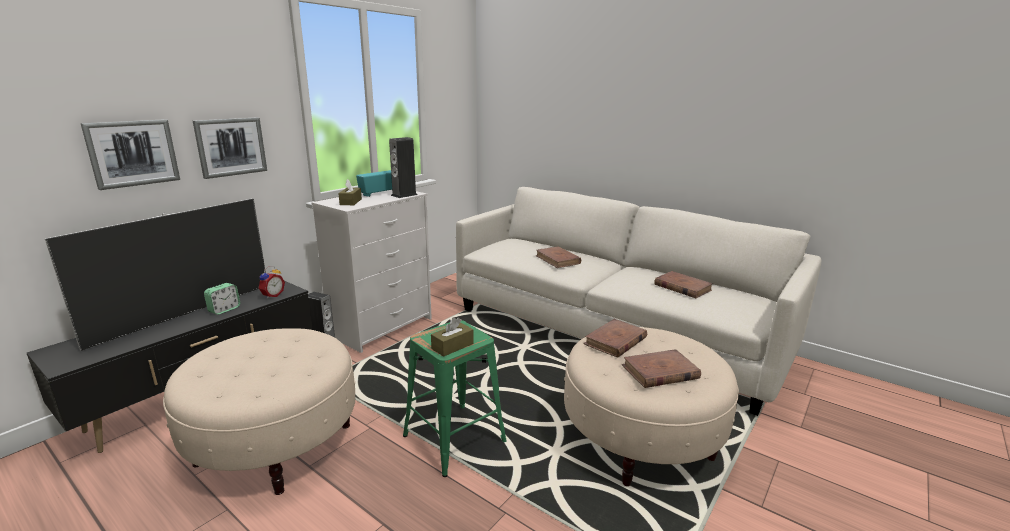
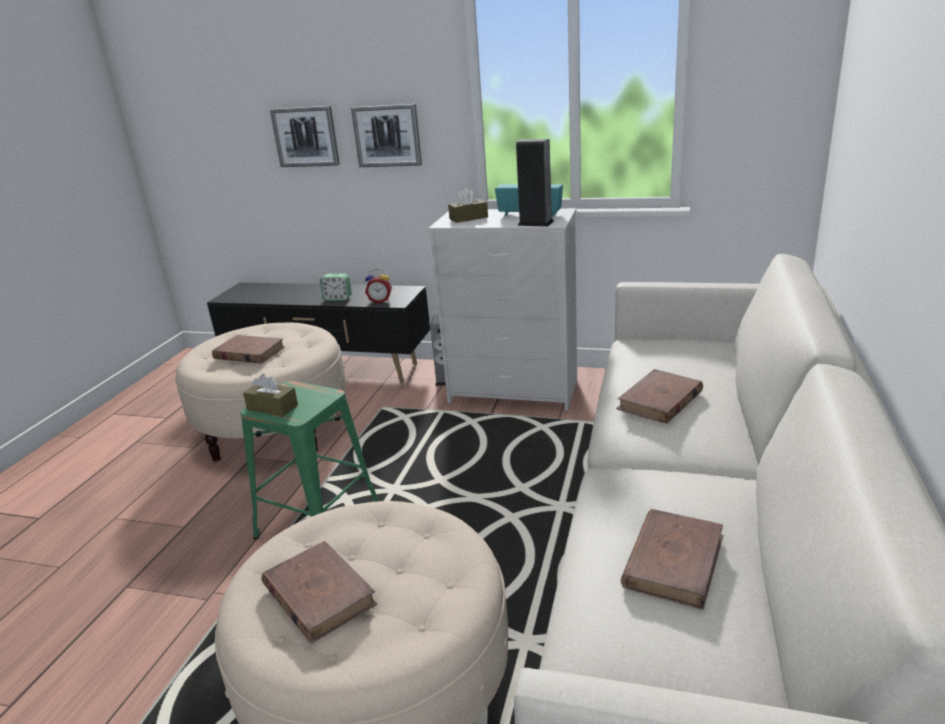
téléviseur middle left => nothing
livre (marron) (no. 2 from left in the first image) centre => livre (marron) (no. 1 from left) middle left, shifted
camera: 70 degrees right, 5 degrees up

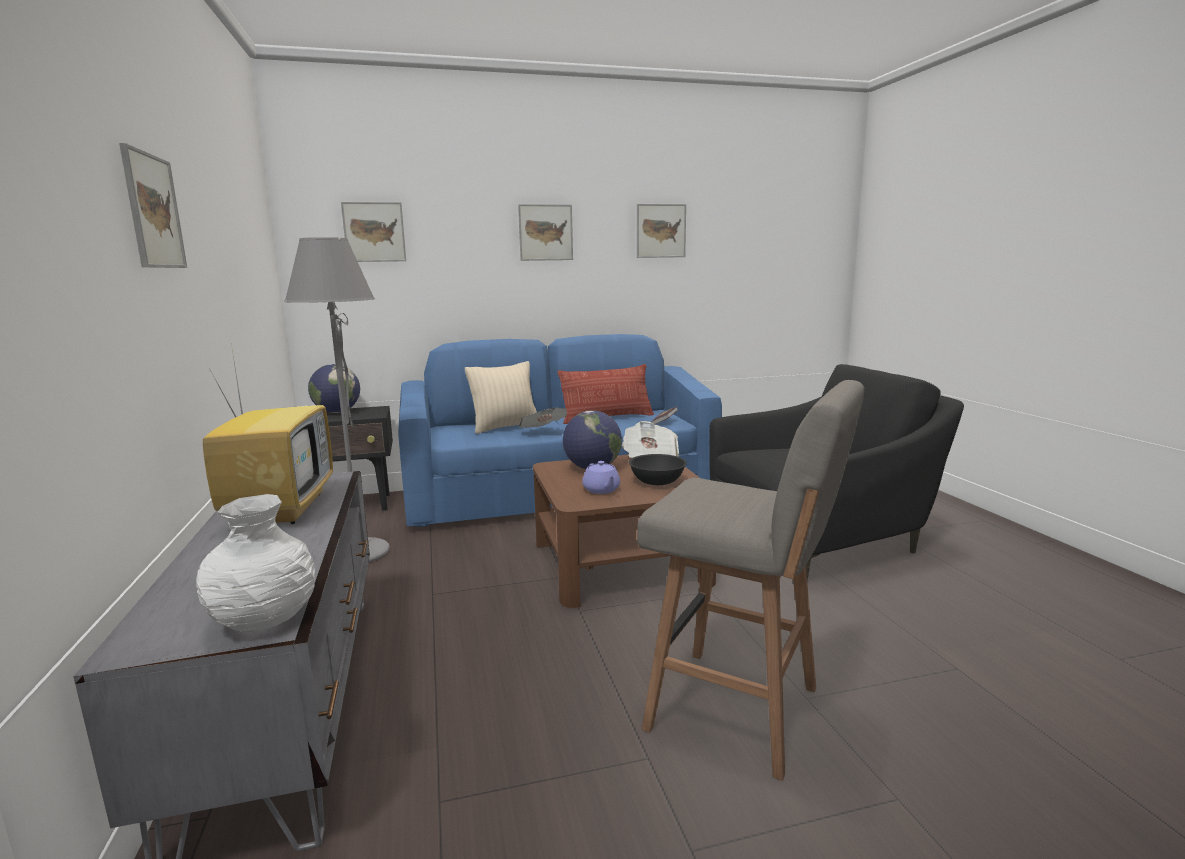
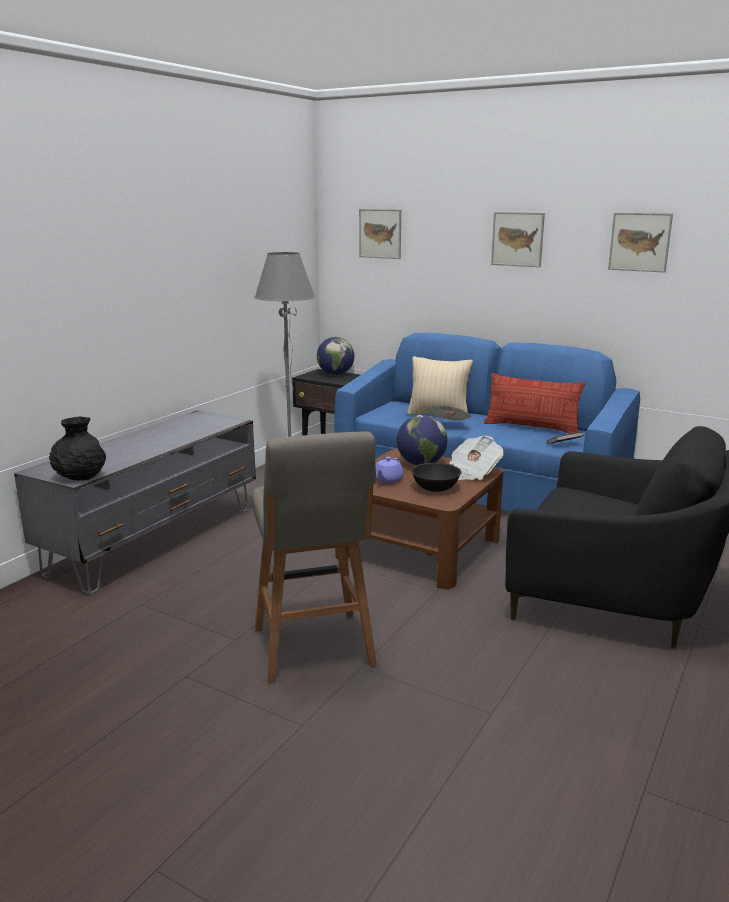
tableau (no. 1 from left) top left => nothing
téléviseur middle left => nothing
vase (blanc) middle left => vase (noir) middle left
camera: 45 degrees right, 5 degrees up

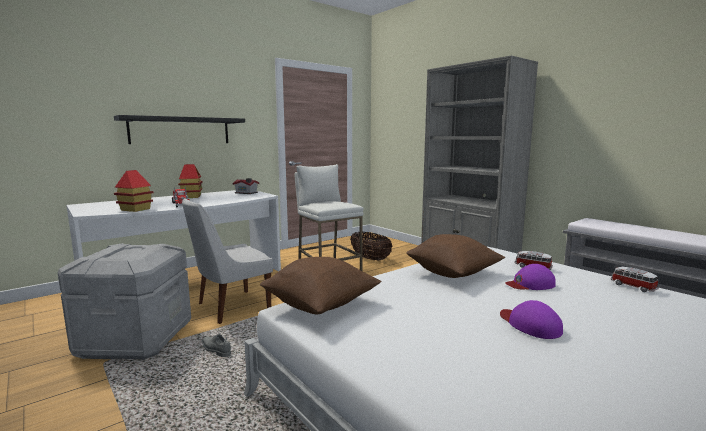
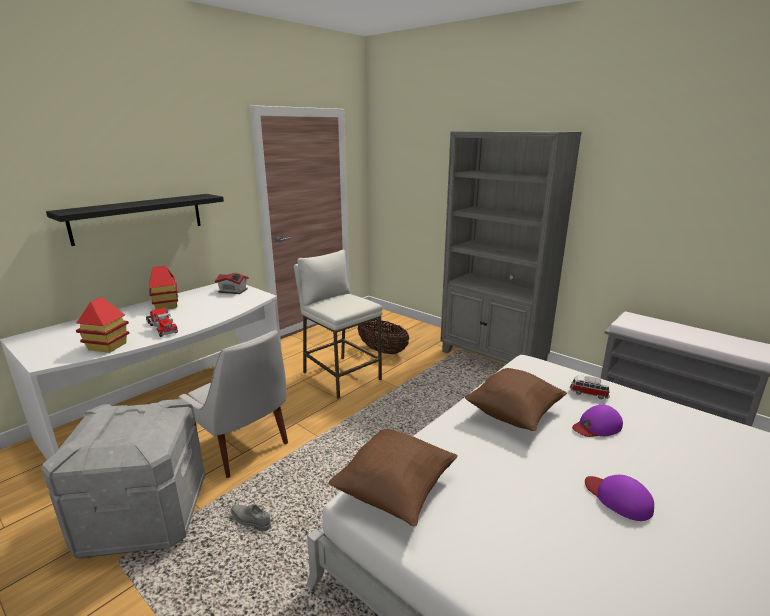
petite voiture (no. 2 from left) middle right => nothing
chaise (blanc) middle left, 90 degrees counterclockwise
camera: 10 degrees left, 10 degrees up

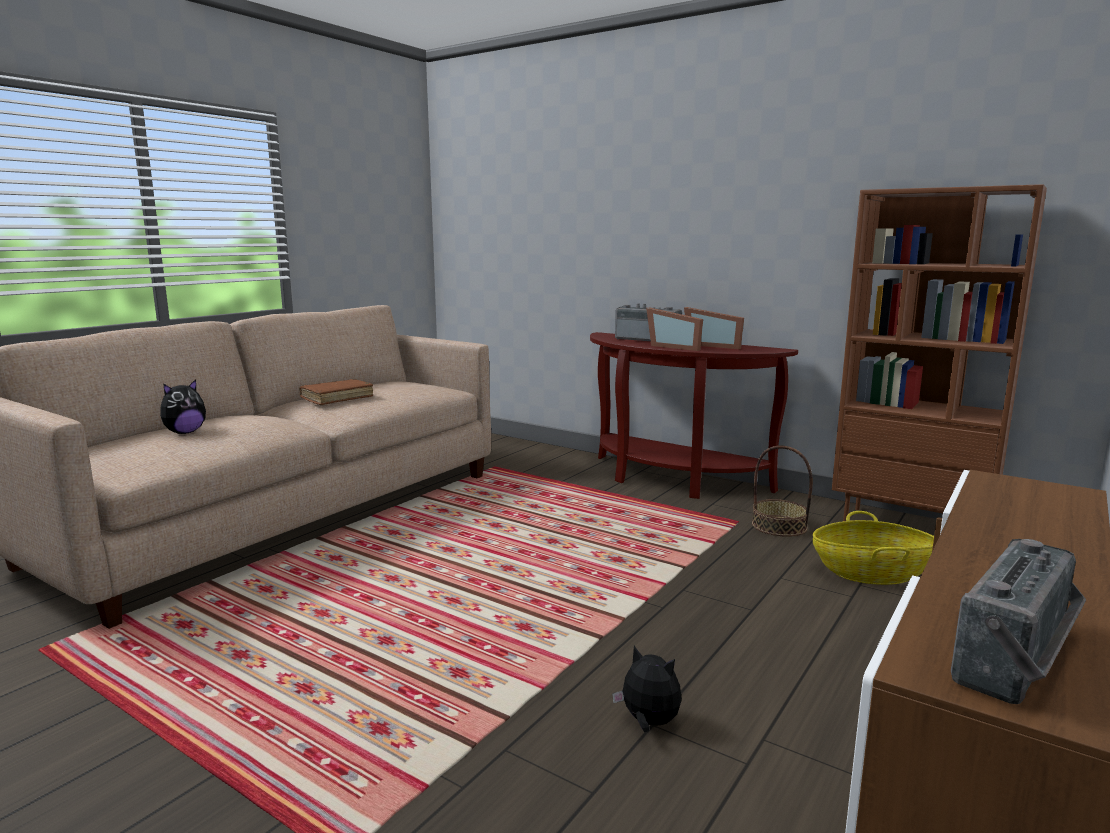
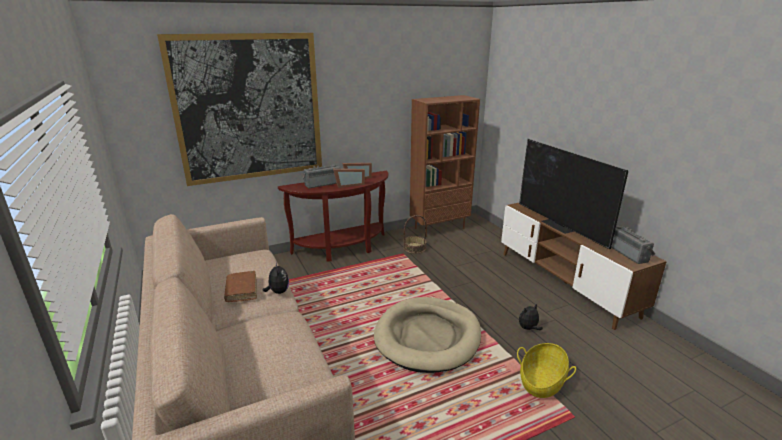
nothing => tableau top left
nothing => panier pour chien (beige) bottom centre
nothing => téléviseur middle right
peluche (no. 1 from left) middle left => peluche (no. 1 from left) centre, shifted
panier (no. 2 from left) middle right => panier (no. 2 from left) bottom right, shifted
camera: 60 degrees left, 10 degrees up

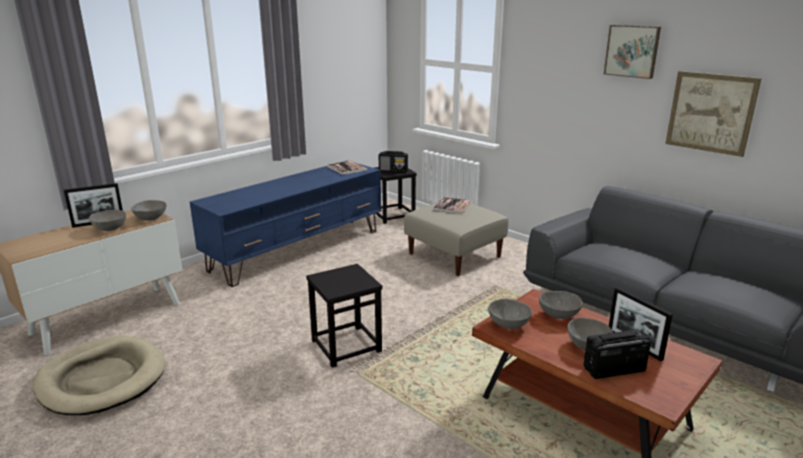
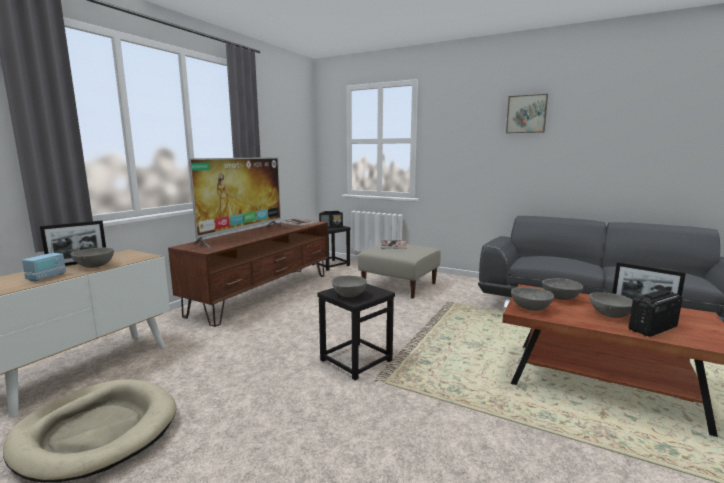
tableau (no. 2 from left) top right => nothing
nothing => radio (no. 1 from left) middle left
nothing => téléviseur middle left
bol (gris) (no. 2 from left) middle left => bol (gris) (no. 2 from left) centre, shifted
meuble télé (bleu) centre => meuble télé (marron) centre
camera: 15 degrees left, 10 degrees down

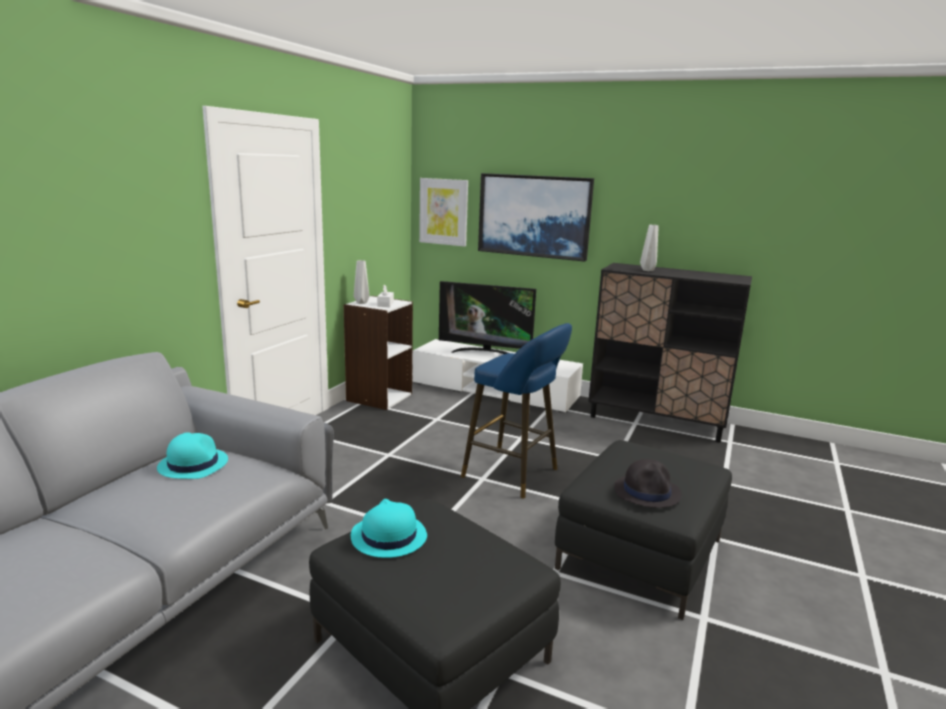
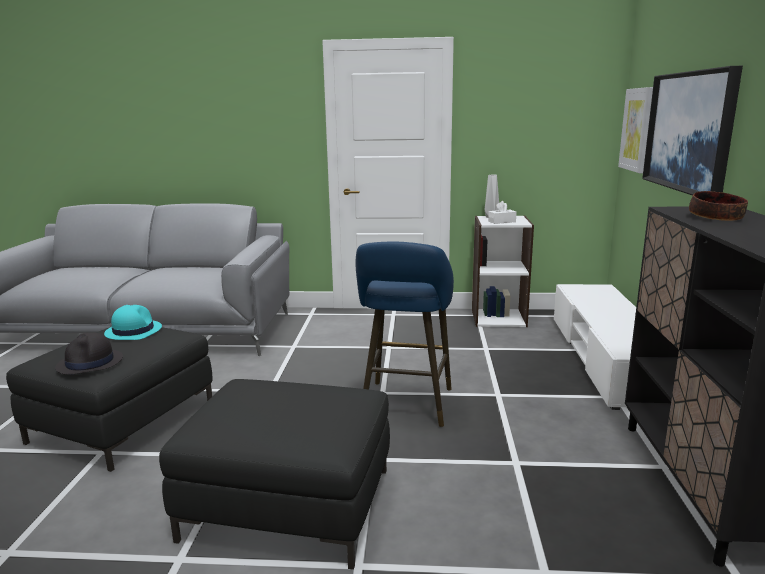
chapeau (turquoise) (no. 1 from left) middle left => nothing
téléviseur centre => nothing
chapeau (noir) bottom right => chapeau (noir) middle left, shifted
vase (gris) (no. 2 from left) middle right => bol middle right
camera: 70 degrees right, 0 degrees up

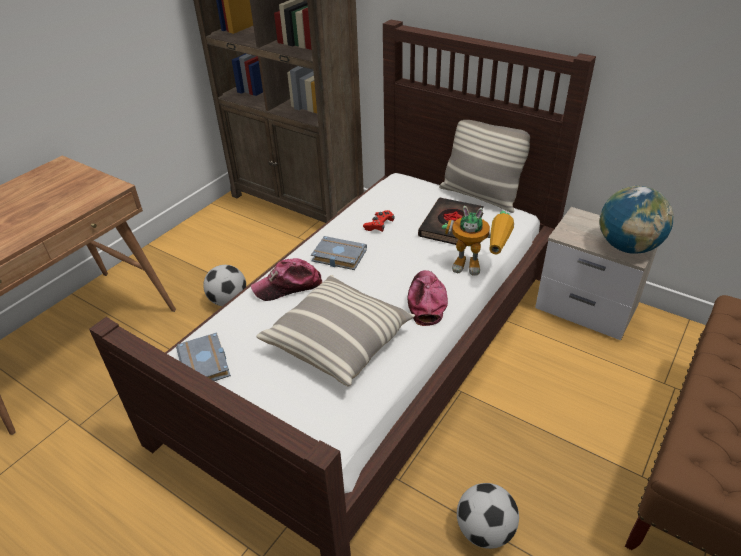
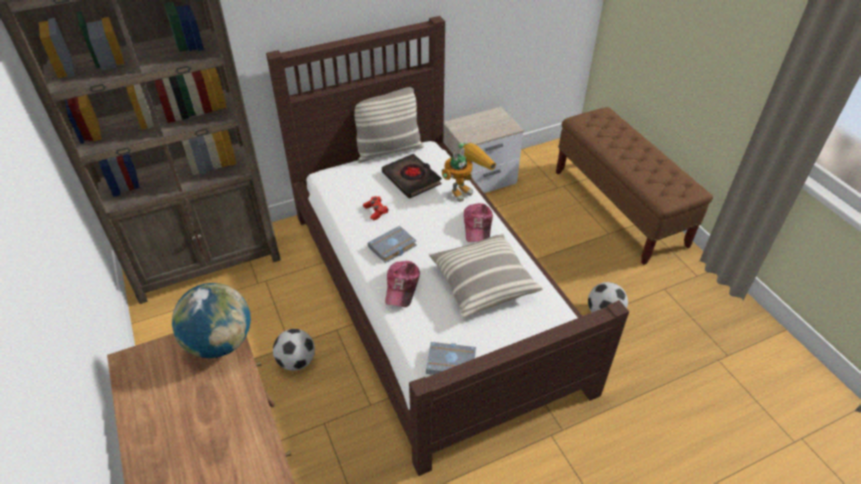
globe middle right => globe middle left, shifted
casquette (no. 2 from left) centre, 120 degrees counterclockwise
camera: 60 degrees left, 5 degrees up

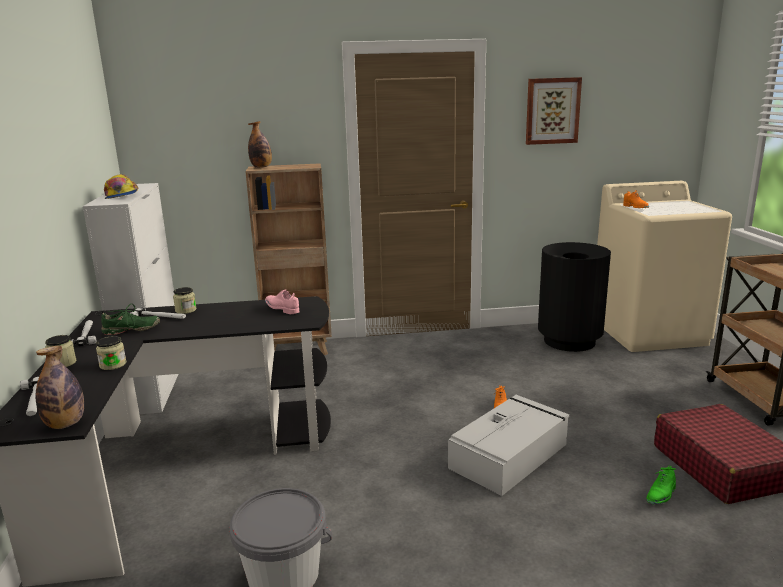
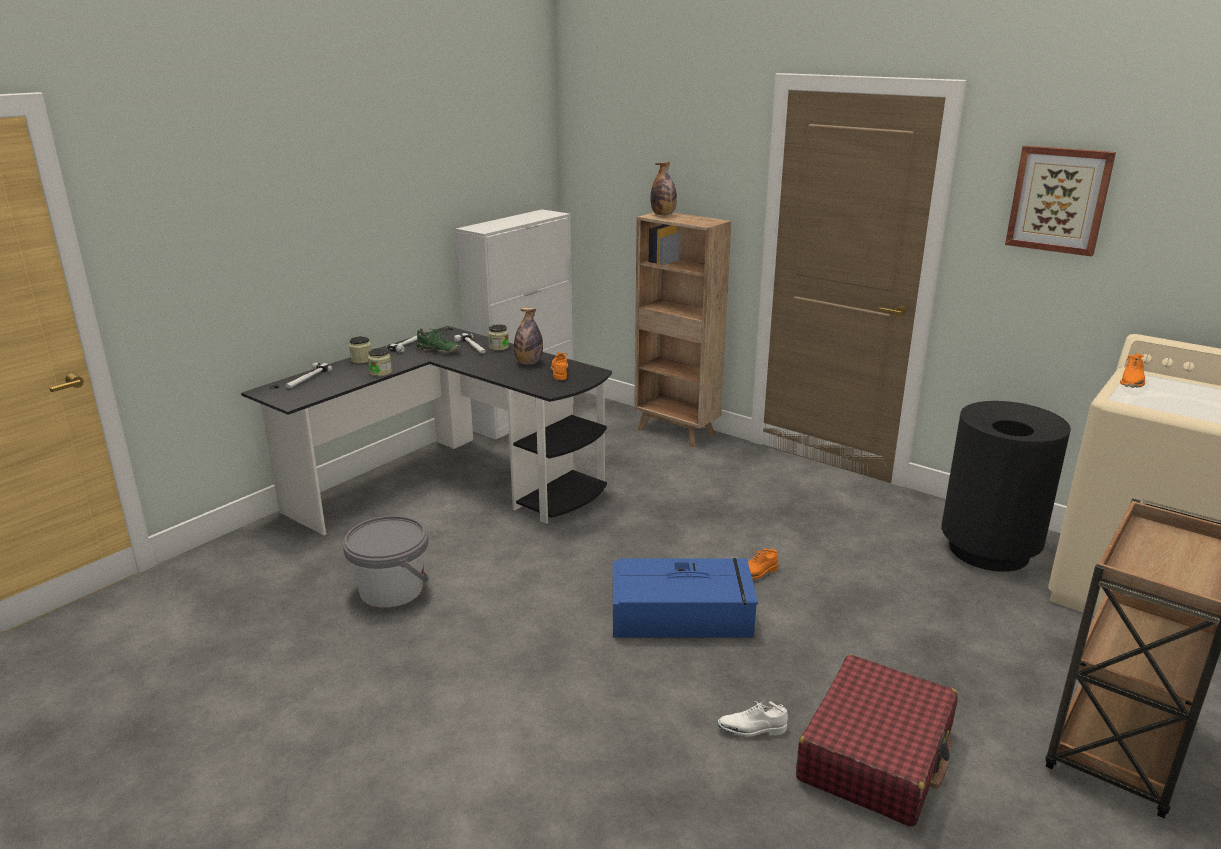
casquette top left => nothing
bouteille (no. 1 from left) middle left => bouteille (no. 1 from left) centre, shifted
chaussure (rose) centre => chaussure (orange) (no. 1 from left) centre
boîte de rangement (gris) bottom centre => boîte de rangement (bleu) bottom centre
chaussure (vert) (no. 2 from left) bottom right => chaussure (blanc) bottom centre
camera: 45 degrees right, 5 degrees up

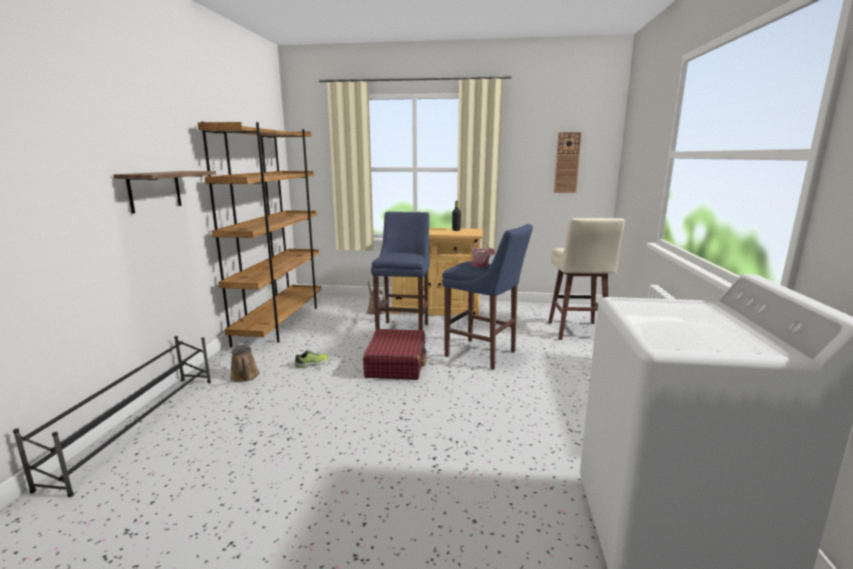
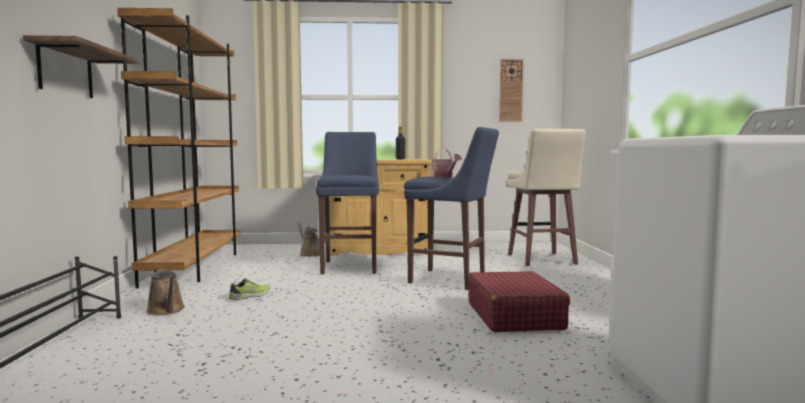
valise (rouge) centre => valise (rouge) bottom centre, shifted
camera: 10 degrees left, 10 degrees down

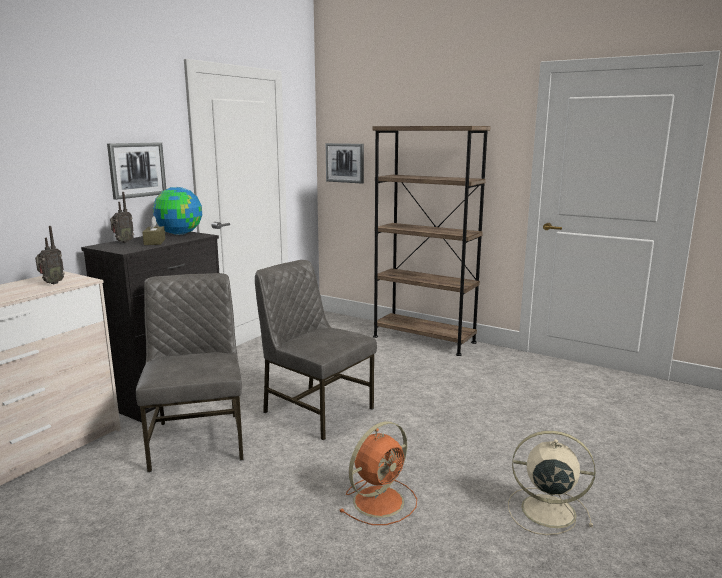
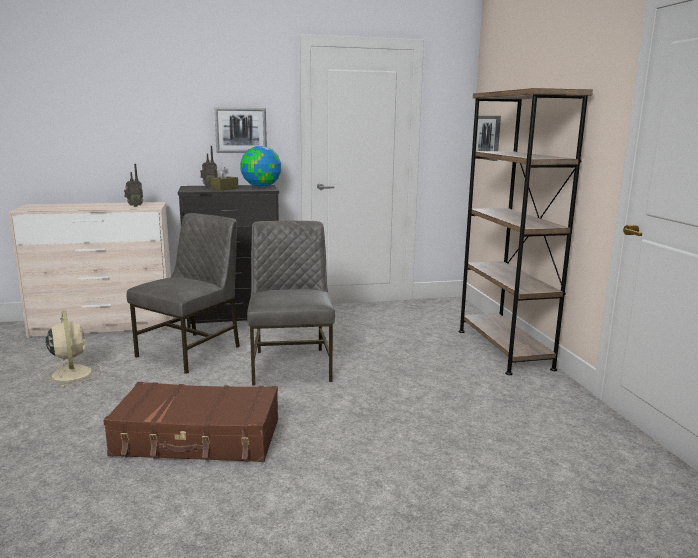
ventilateur (beige) bottom right => ventilateur (beige) middle left, shifted
ventilateur (orange) bottom centre => valise (marron) bottom left
camera: 45 degrees right, 0 degrees up

